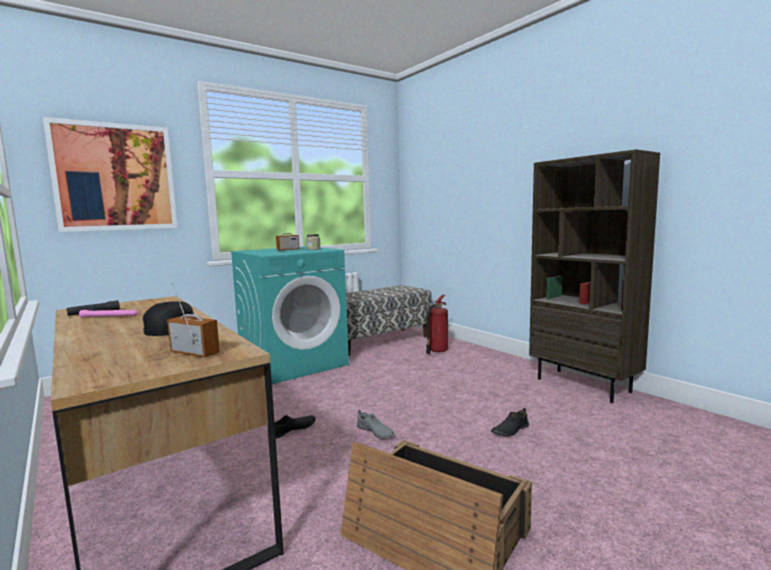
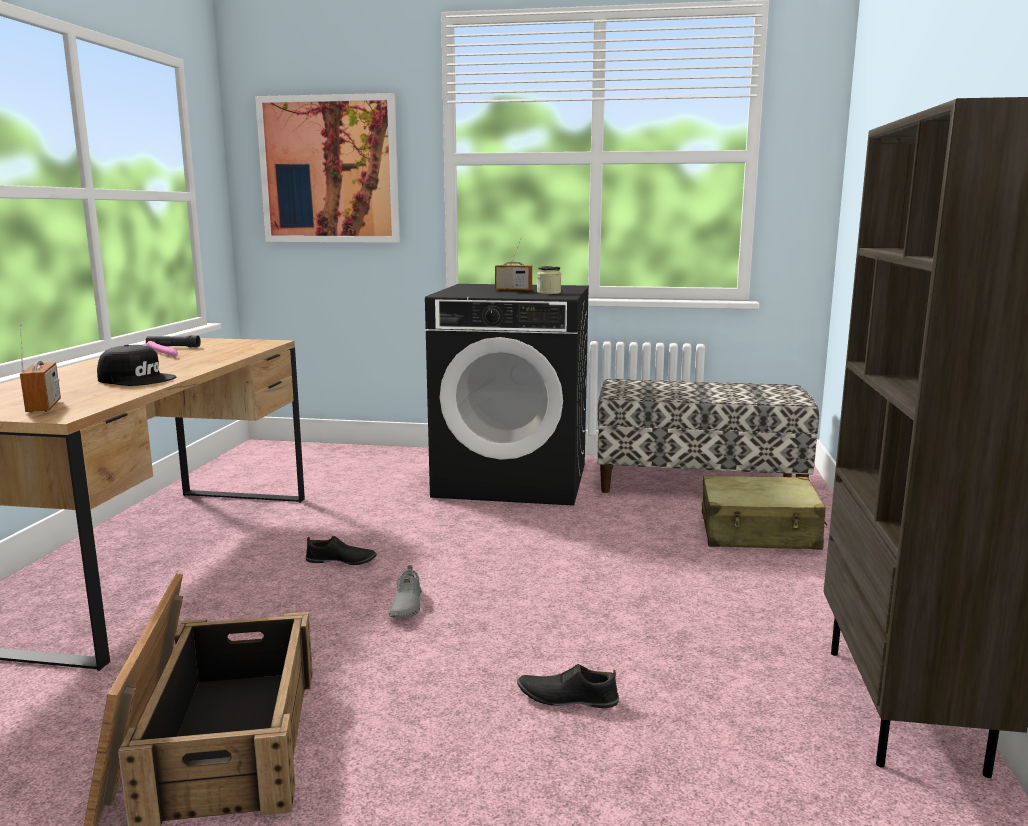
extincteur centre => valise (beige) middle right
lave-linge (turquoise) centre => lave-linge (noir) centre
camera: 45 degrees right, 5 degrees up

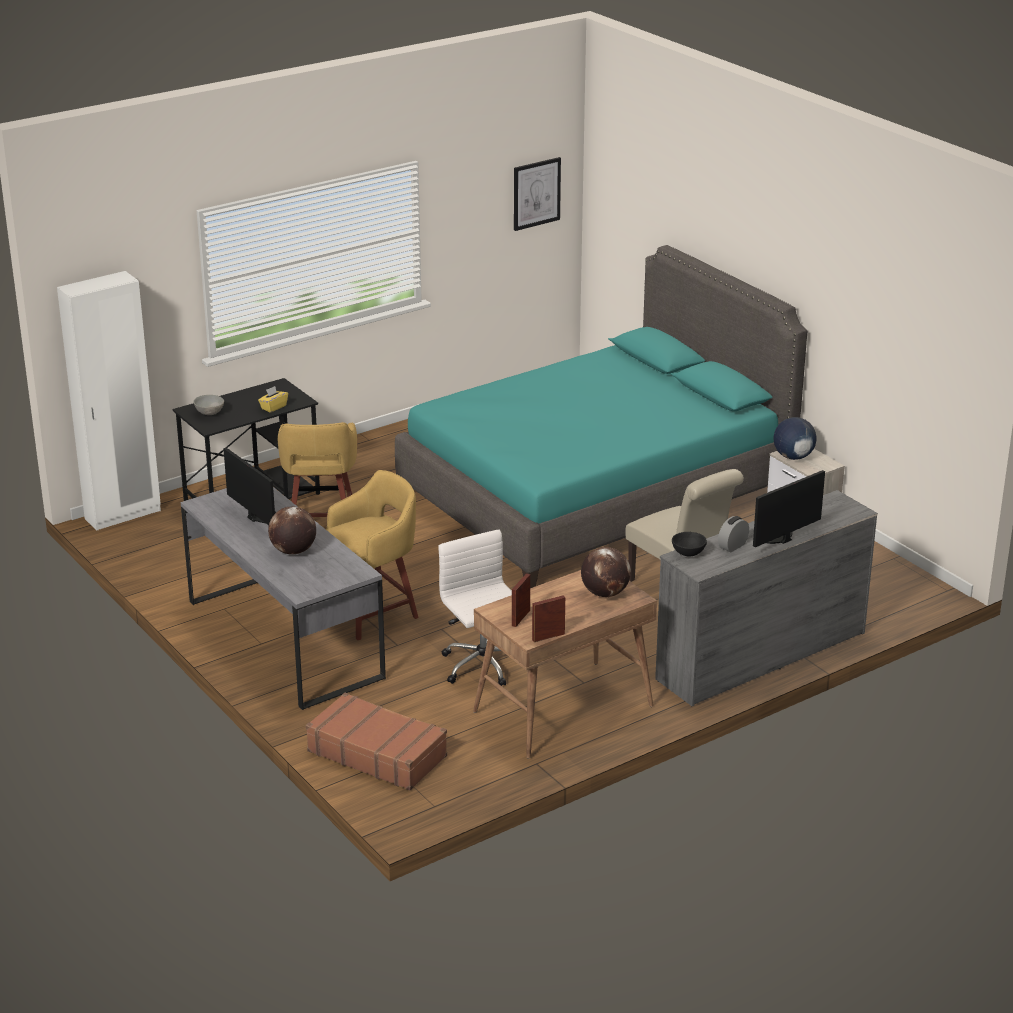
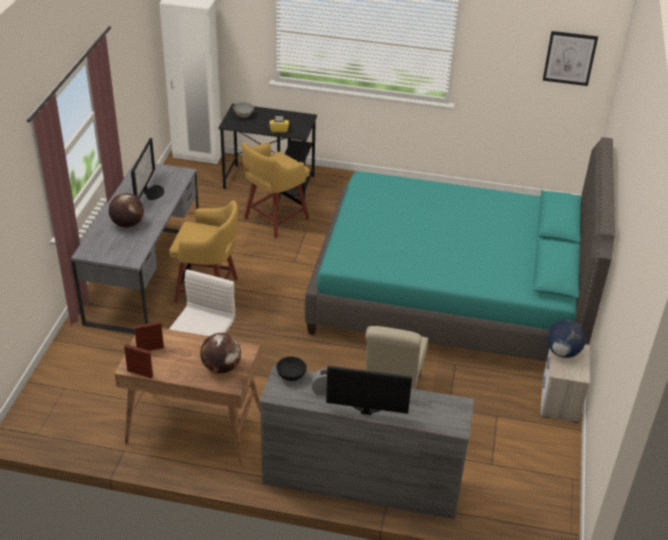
valise (marron) bottom centre => nothing
camera: 45 degrees right, 10 degrees up

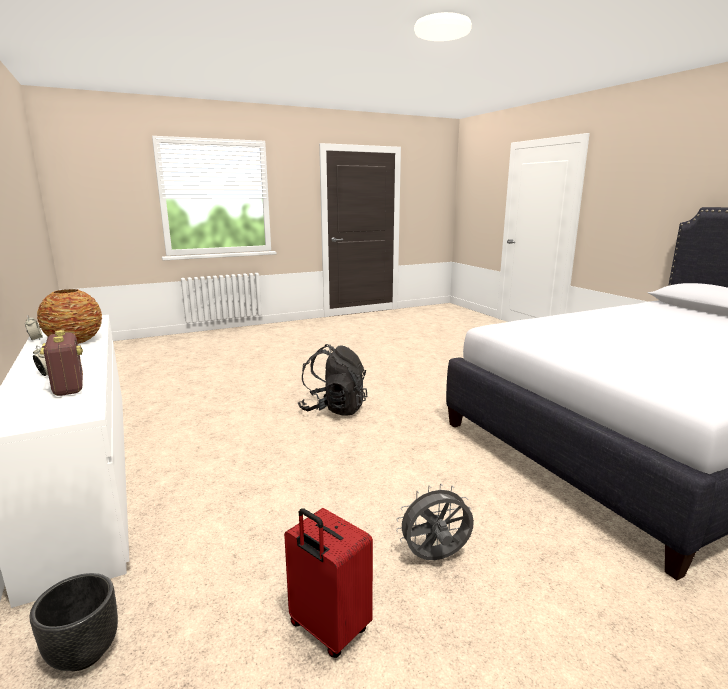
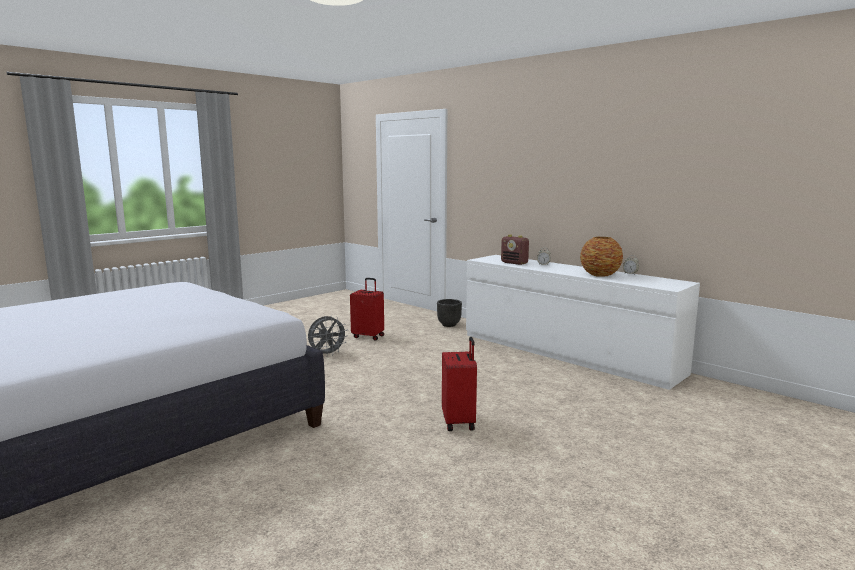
sac à dos (noir) centre => valise (rouge) (no. 2 from left) bottom centre
camera: 160 degrees right, 5 degrees down

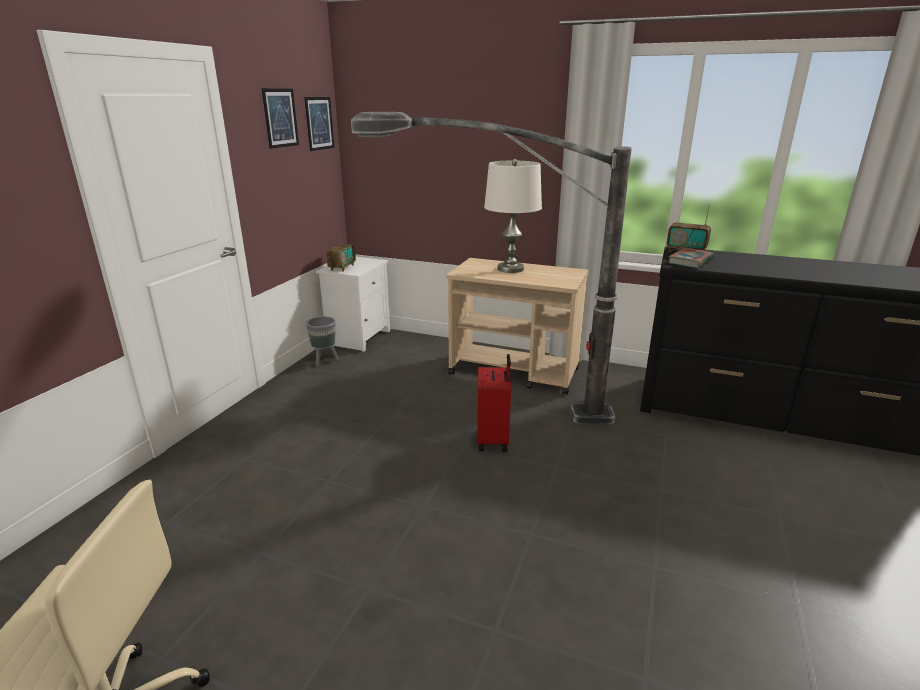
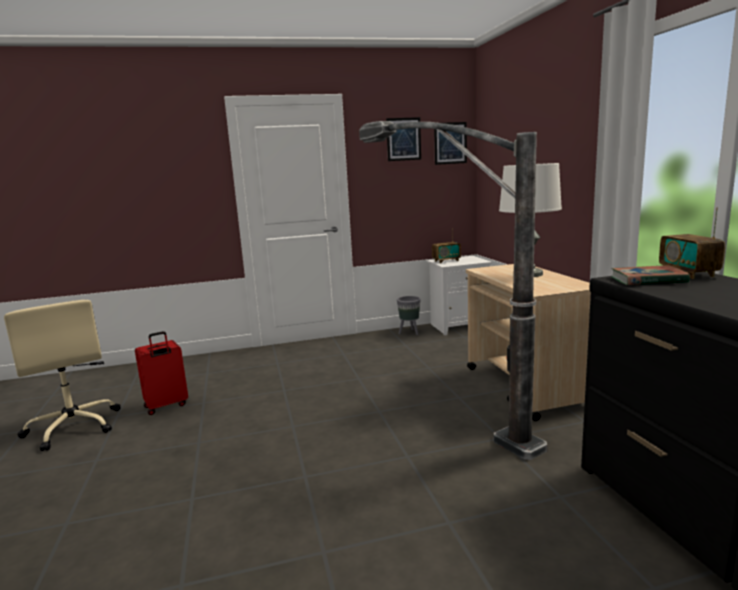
valise (rouge) centre => valise (rouge) middle left, shifted
camera: 55 degrees right, 10 degrees down

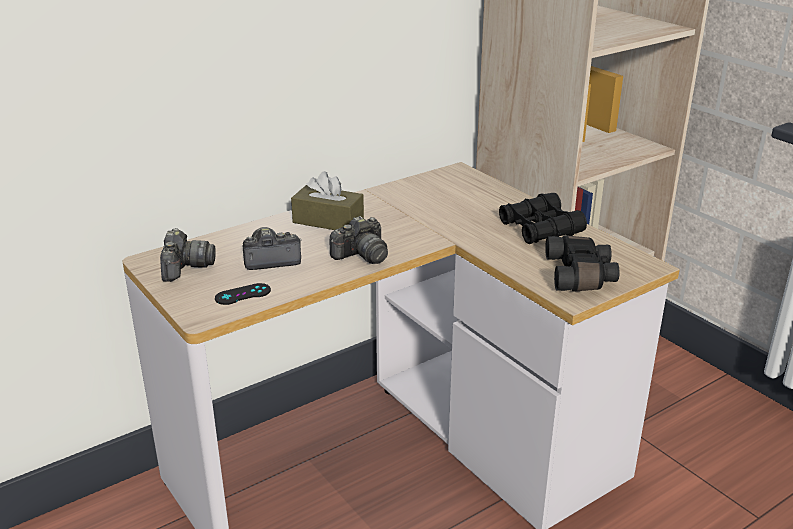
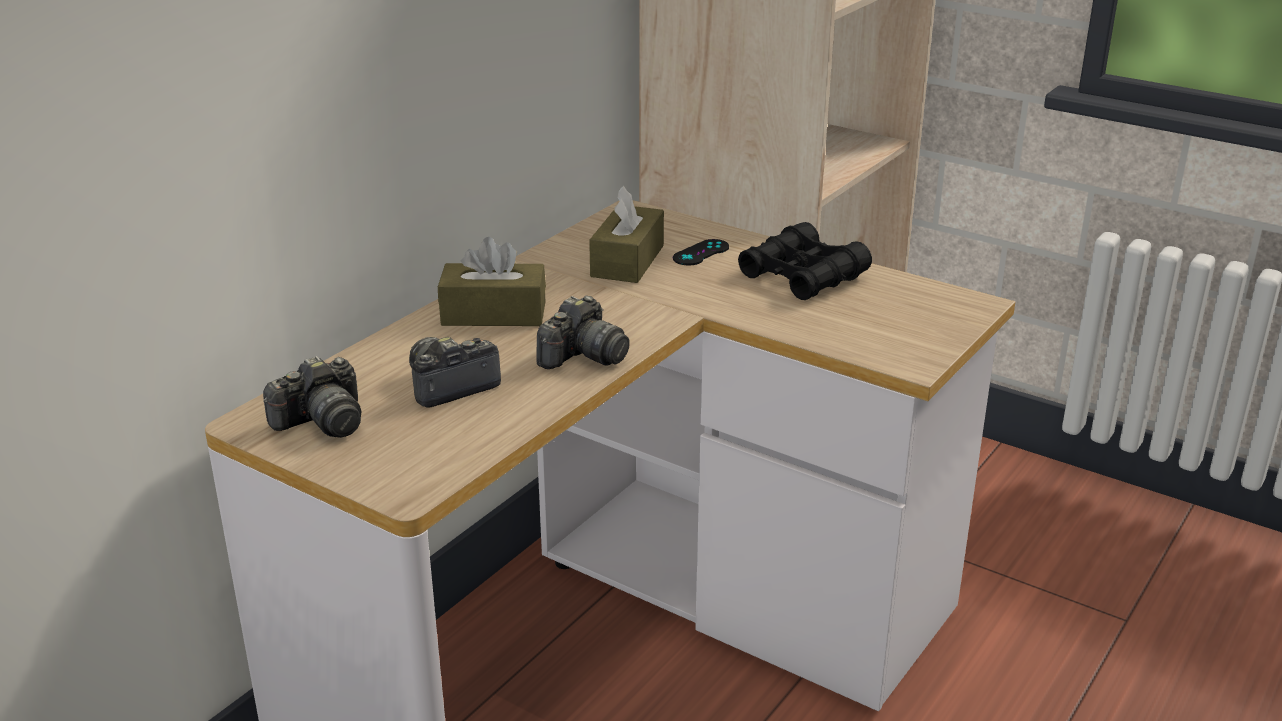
jumelles (noir) (no. 2 from left) middle right => nothing
nothing => boîte à mouchoirs (marron) (no. 2 from left) top centre
manette (noir) middle left => manette (noir) centre, shifted
appareil photo (no. 1 from left) middle left, 75 degrees clockwise
camera: 20 degrees left, 0 degrees up

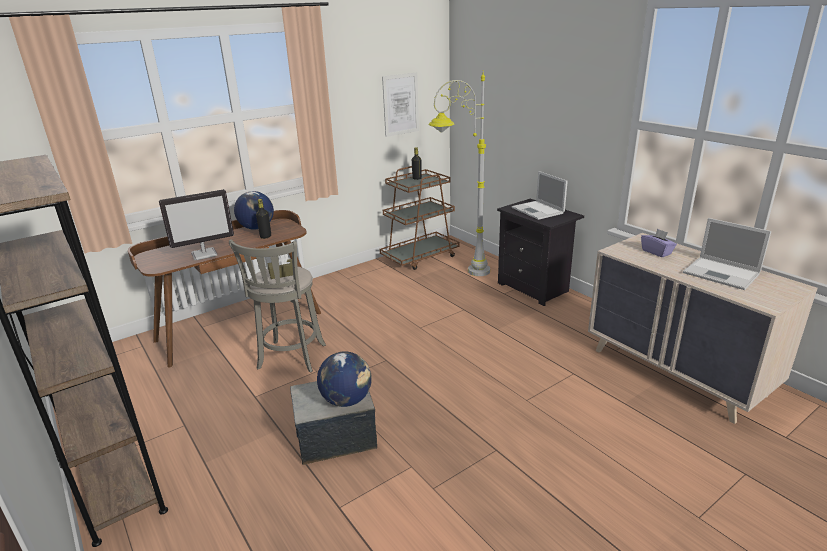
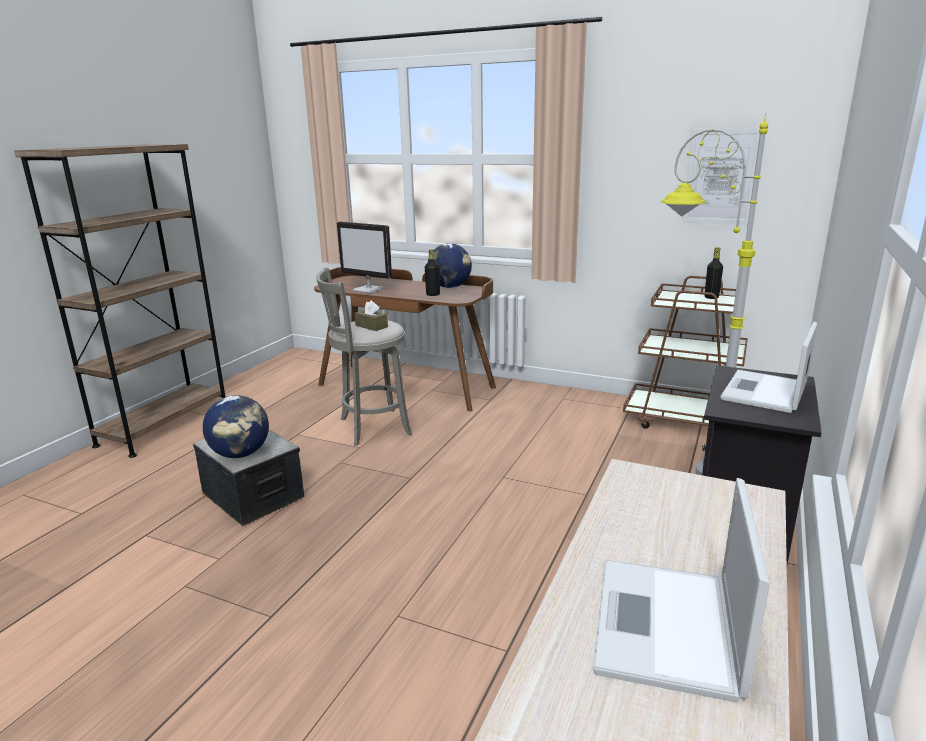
boîte à mouchoirs (violet) middle right => nothing
camera: 60 degrees right, 5 degrees down

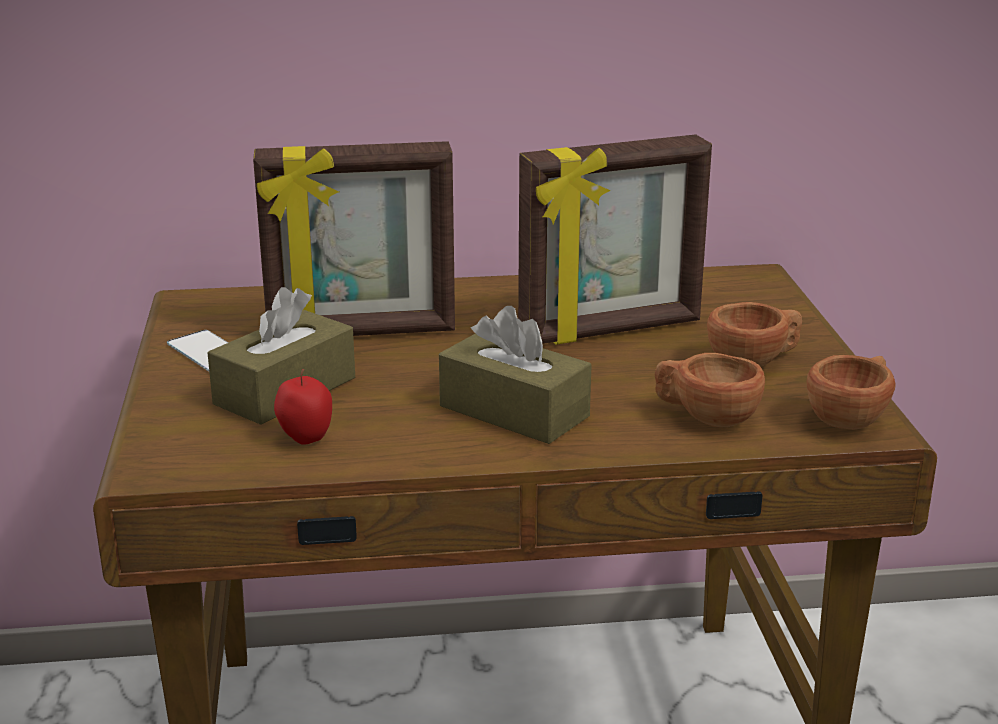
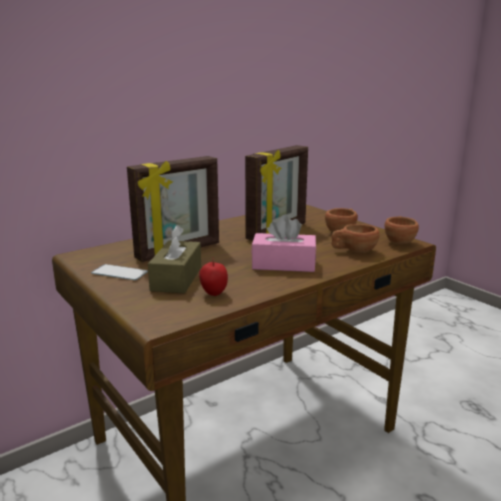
boîte à mouchoirs (marron) (no. 2 from left) centre => boîte à mouchoirs (rose) centre
camera: 30 degrees left, 5 degrees down

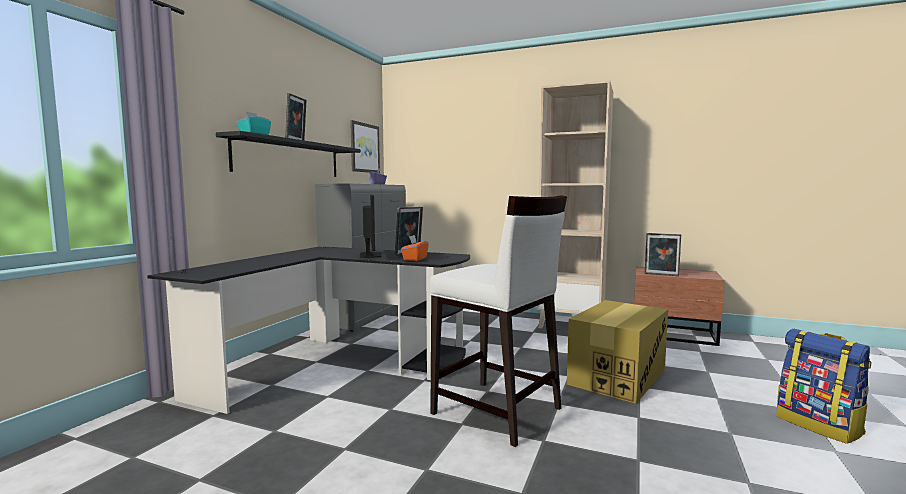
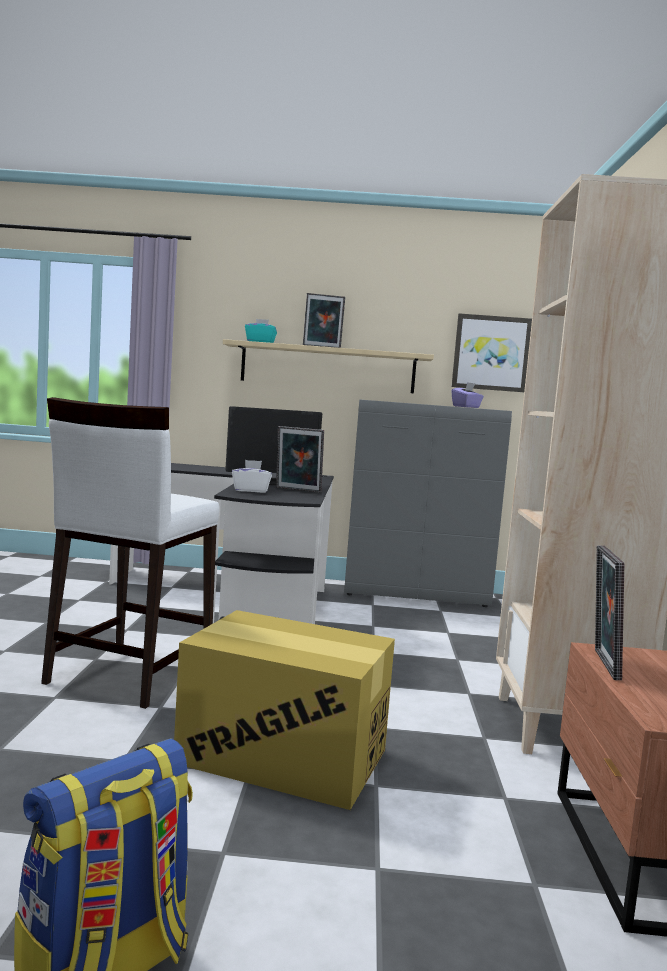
étagère (noir) top left => étagère (beige) centre
boîte à mouchoirs (orange) centre => boîte à mouchoirs (blanc) centre
camera: 70 degrees right, 0 degrees up

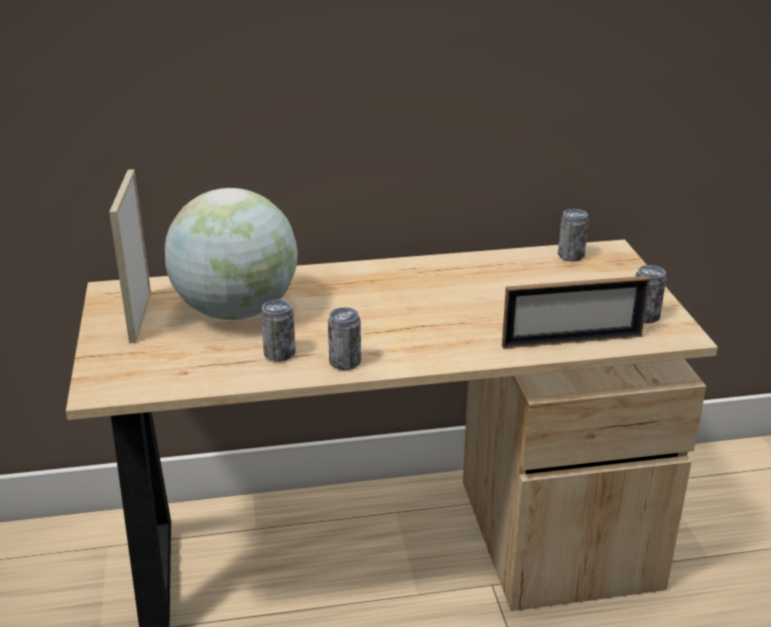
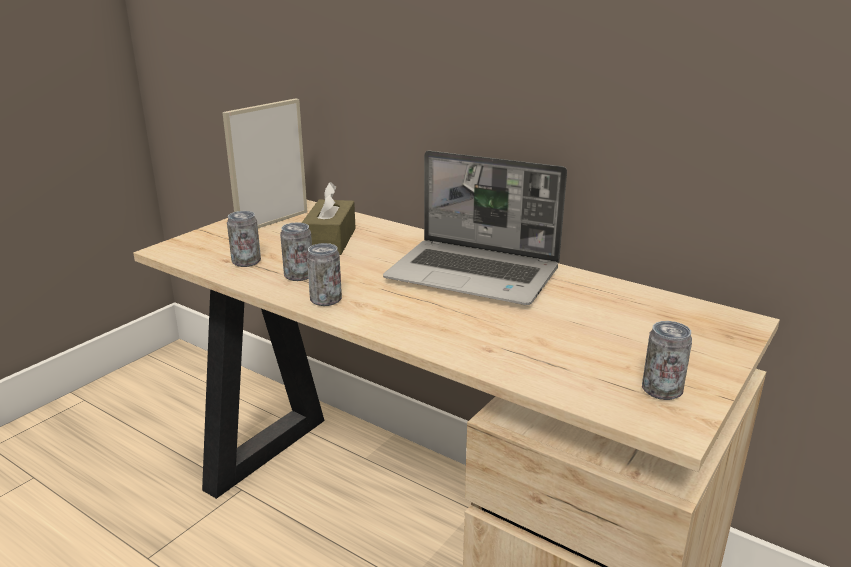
cadre photo (no. 2 from left) middle right => nothing
nothing => ordinateur portable centre
boîte métallique (no. 3 from left in the first image) middle right => boîte métallique (no. 1 from left) middle left, shifted
globe middle left => boîte à mouchoirs (marron) centre
camera: 45 degrees right, 5 degrees down

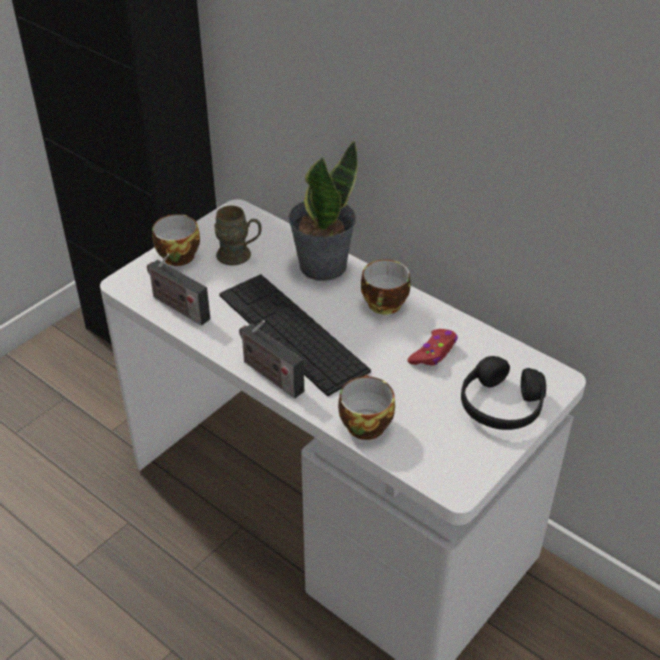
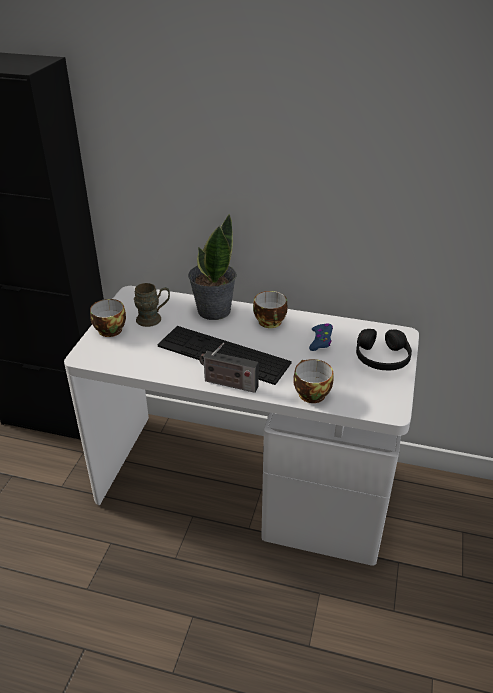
radio (no. 1 from left) middle left => nothing
manette (rouge) centre => manette (bleu) centre
camera: 25 degrees left, 5 degrees down

